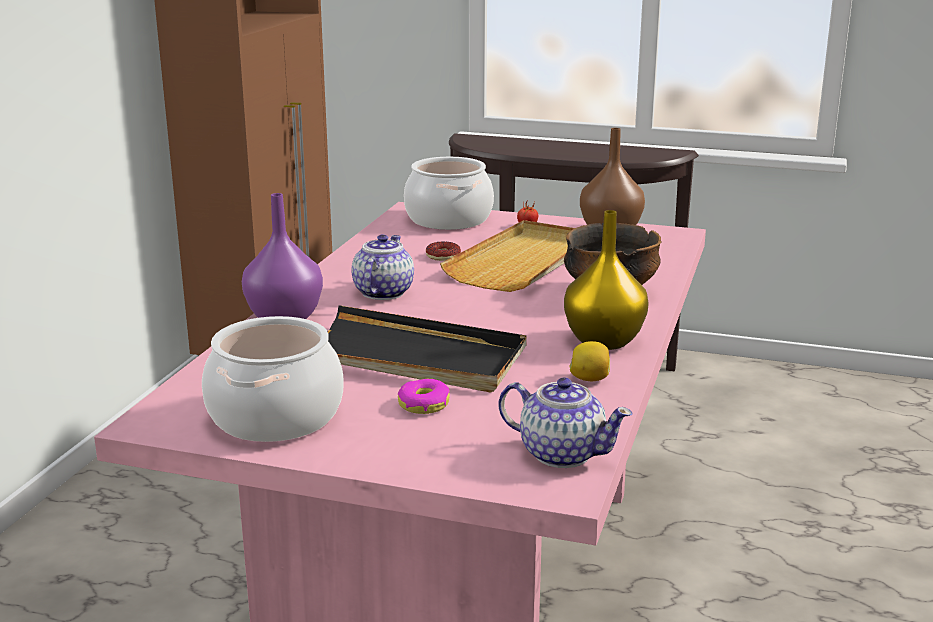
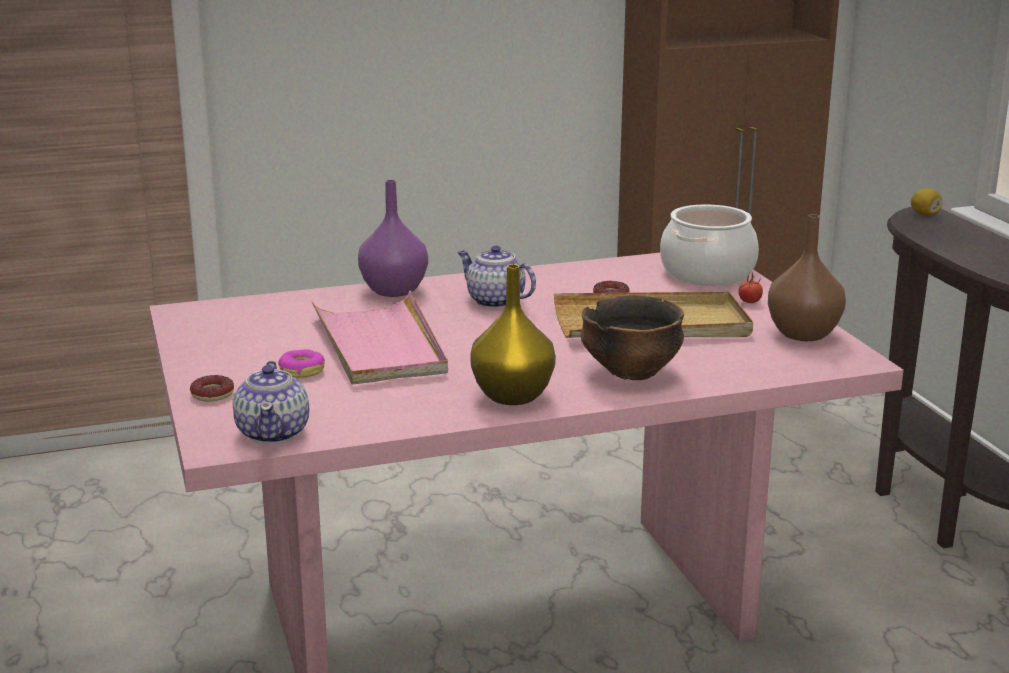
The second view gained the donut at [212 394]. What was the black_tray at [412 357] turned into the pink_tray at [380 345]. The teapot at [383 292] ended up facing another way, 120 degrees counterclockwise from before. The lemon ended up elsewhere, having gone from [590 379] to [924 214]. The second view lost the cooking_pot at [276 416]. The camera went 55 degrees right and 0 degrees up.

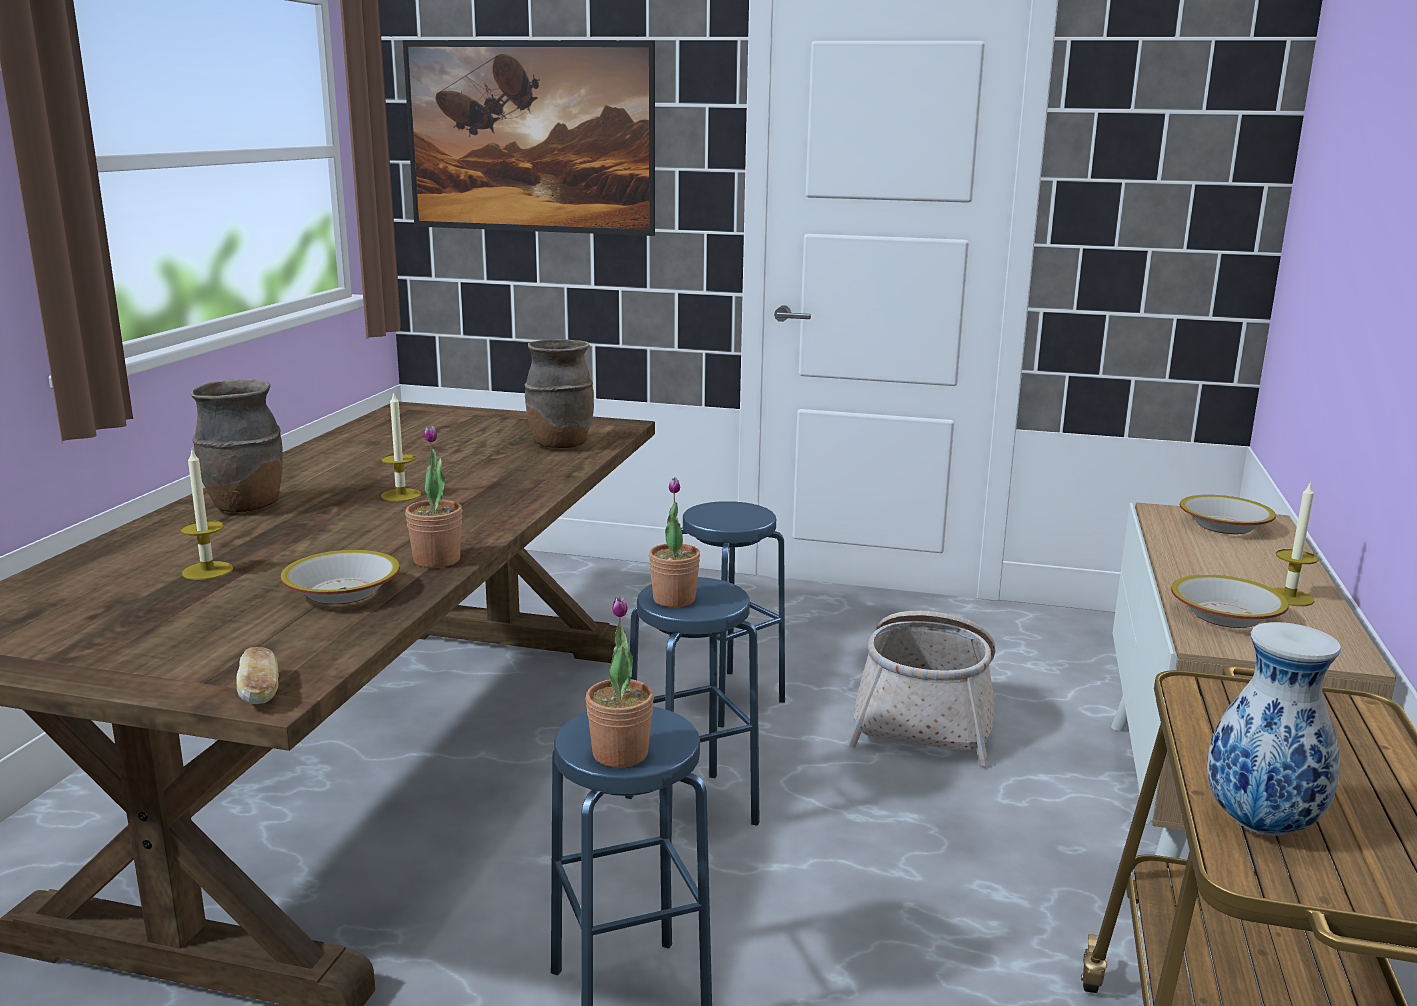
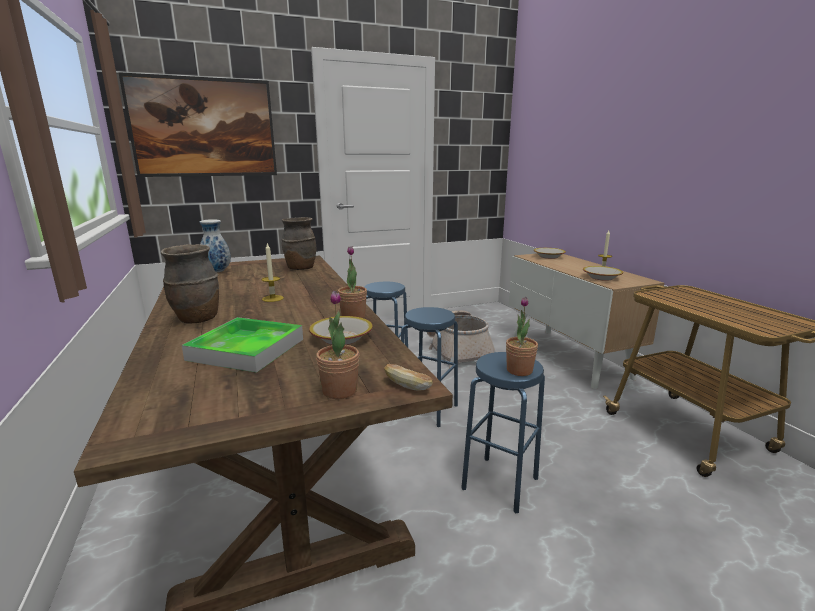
Where the candle stood at [207 571], the tray came to stand at [247 349]. The vase ended up elsewhere, having gone from [1259 825] to [216 271]. The potted_plant ended up elsewhere, having gone from [674 599] to [339 391]. The camera went 35 degrees left and 0 degrees up.

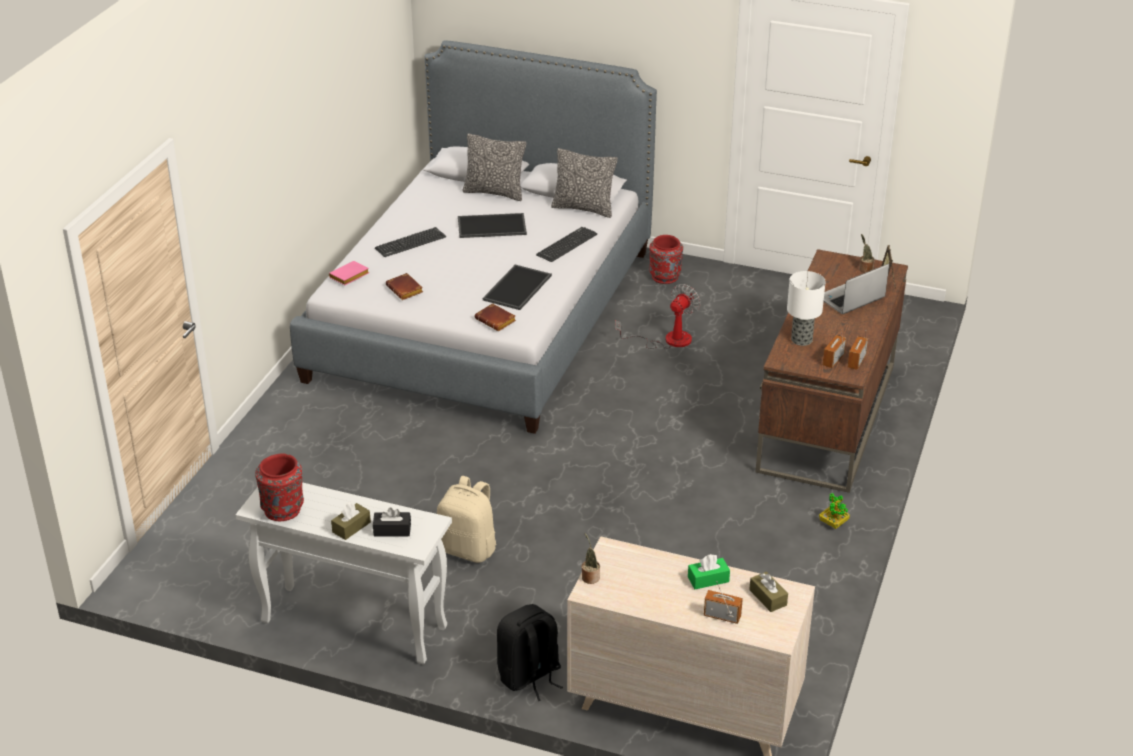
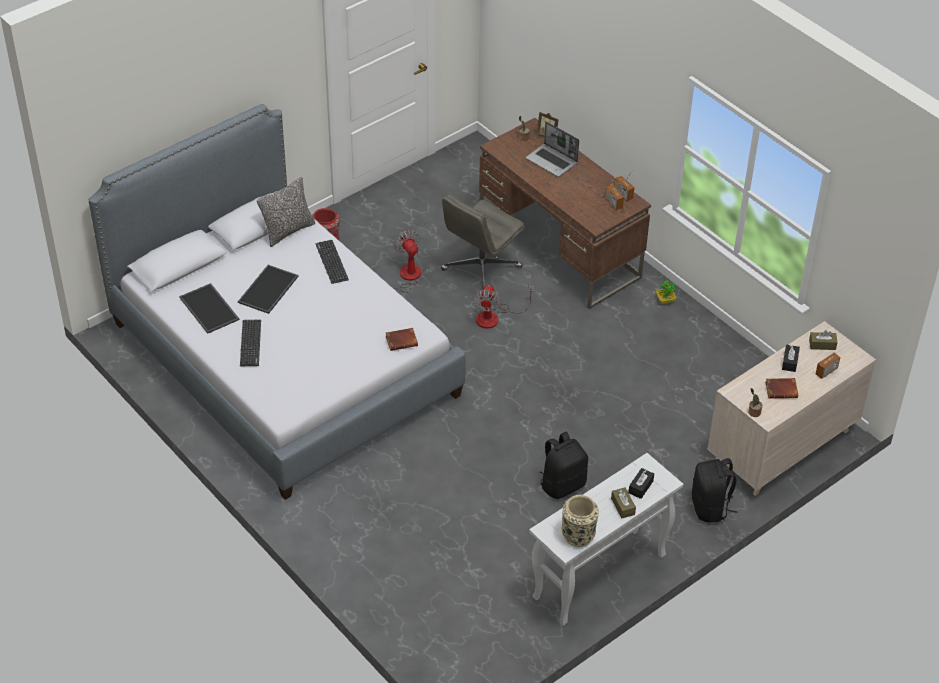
The tray ended up elsewhere, having gone from [518 288] to [210 308]. The second view gained the grey_office_chair at [481 269]. The second view gained the fan at [494 317]. The laptop at [850 299] ended up facing another way, 45 degrees counterclockwise from before. What was the beige_backpack at [468 549] turned into the black_backpack at [562 484]. What was the red_vase at [283 509] turned into the beige_vase at [578 535]. The brown_book ended up elsewhere, having gone from [406 290] to [782 390]. What was the green_tissue_box at [708 579] turned into the black_tissue_box at [790 362]. The second view lost the pink_book at [349 277]. The second view lost the pillow at [494 192]. The second view lost the table_lamp at [802 339]. The camera went 60 degrees left and 10 degrees up.

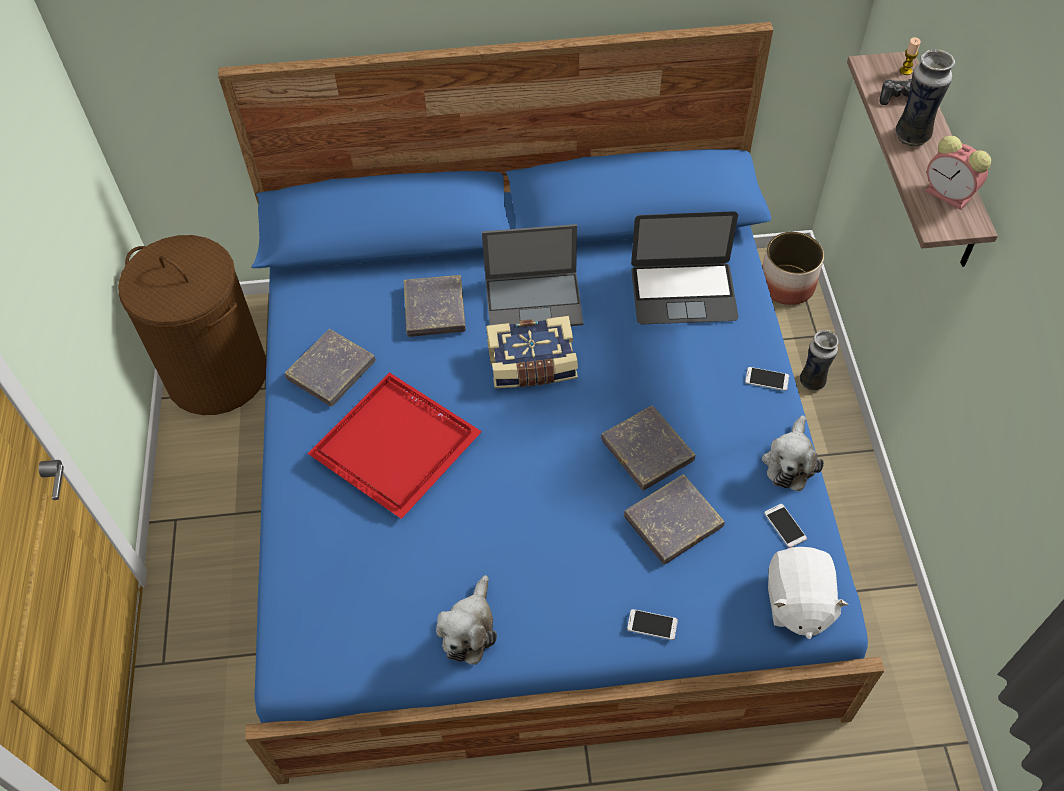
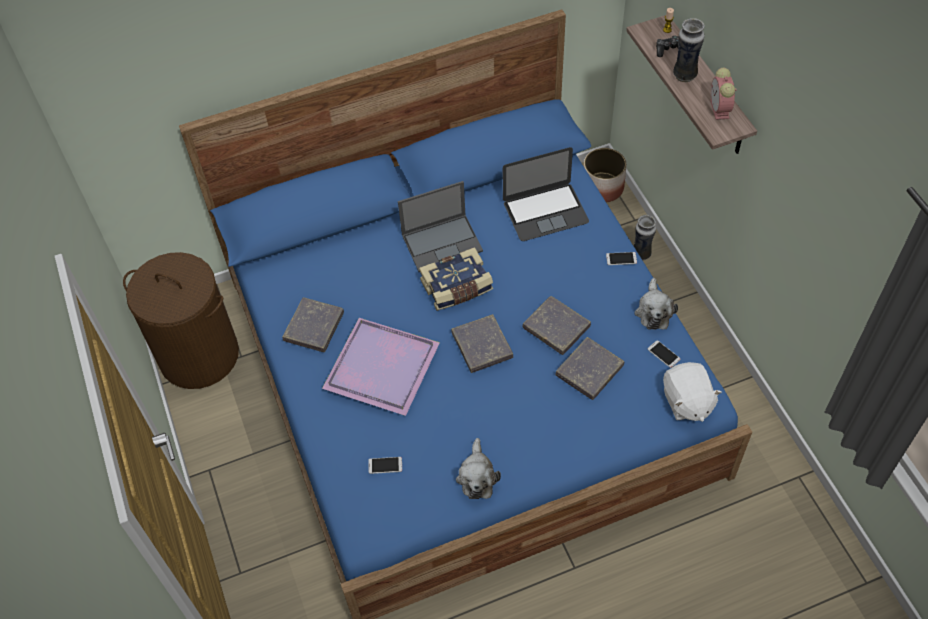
What was the red_tray at [399 445] turned into the purple_tray at [384 366]. The phone ended up elsewhere, having gone from [652 624] to [385 465]. The grey_book ended up elsewhere, having gone from [434 309] to [482 346]. The alarm_clock at [950 195] ended up facing another way, 60 degrees clockwise from before. The camera went 15 degrees left and 0 degrees up.

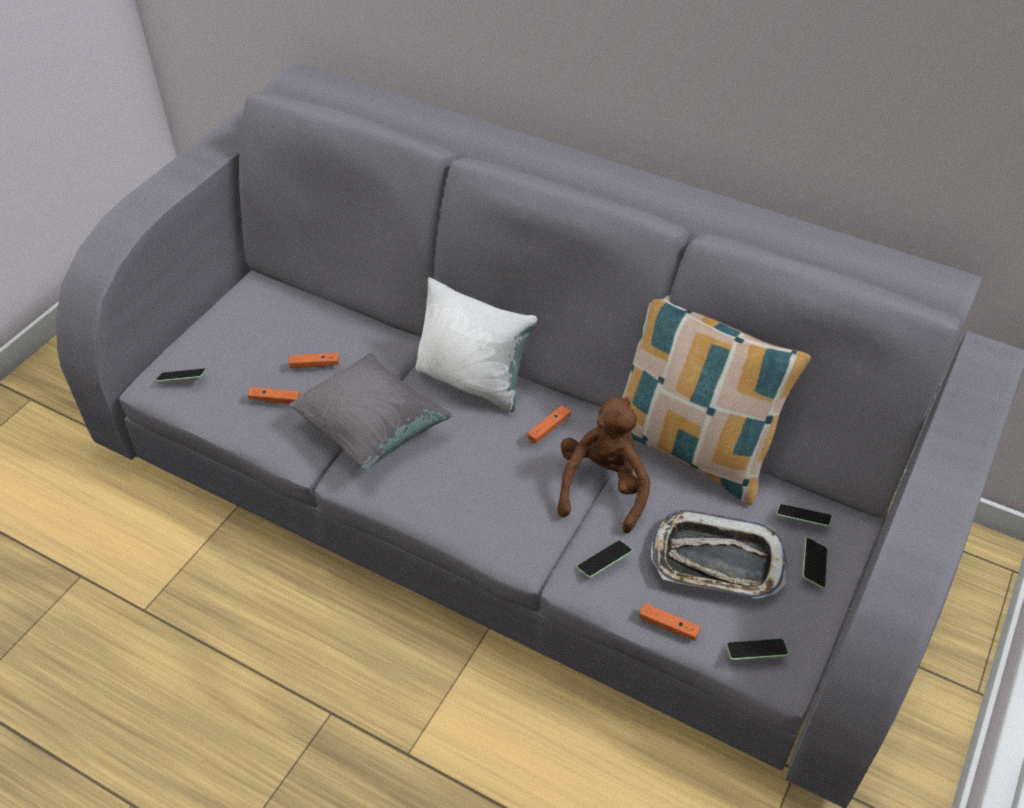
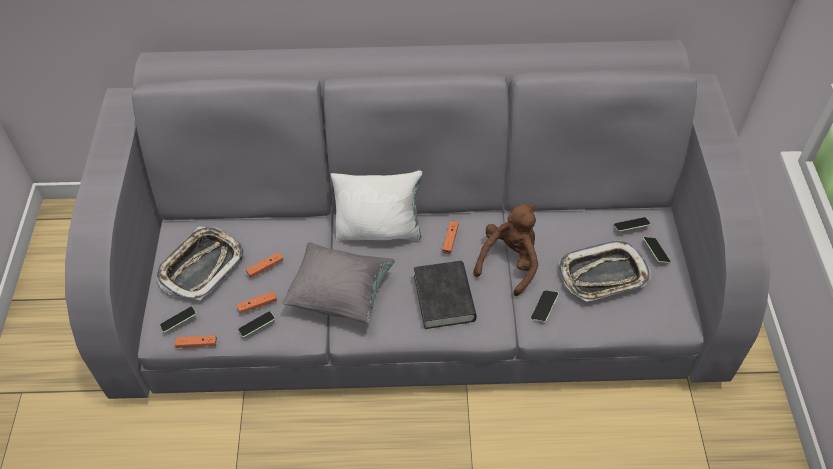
The second view gained the tray at [201 266]. The orange_game_controller ended up elsewhere, having gone from [668 626] to [197 344]. The phone ended up elsewhere, having gone from [755 653] to [257 327]. The second view gained the black_book at [444 298]. The brown_plush_toy at [603 488] ended up facing another way, 45 degrees clockwise from before. The second view lost the pillow at [689 450]. The camera went 30 degrees left and 5 degrees up.

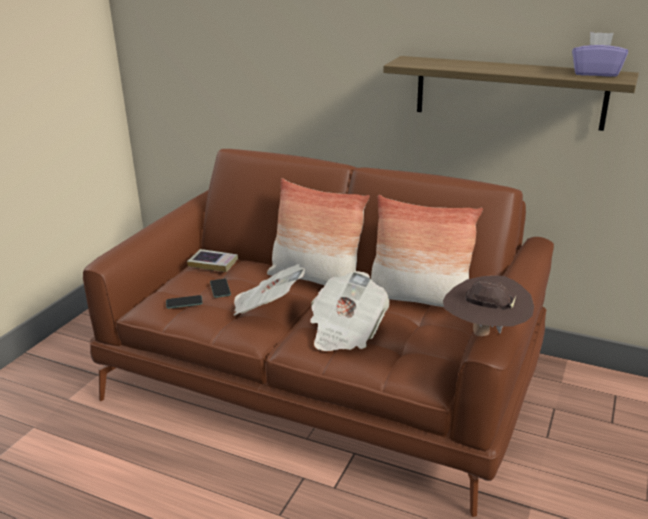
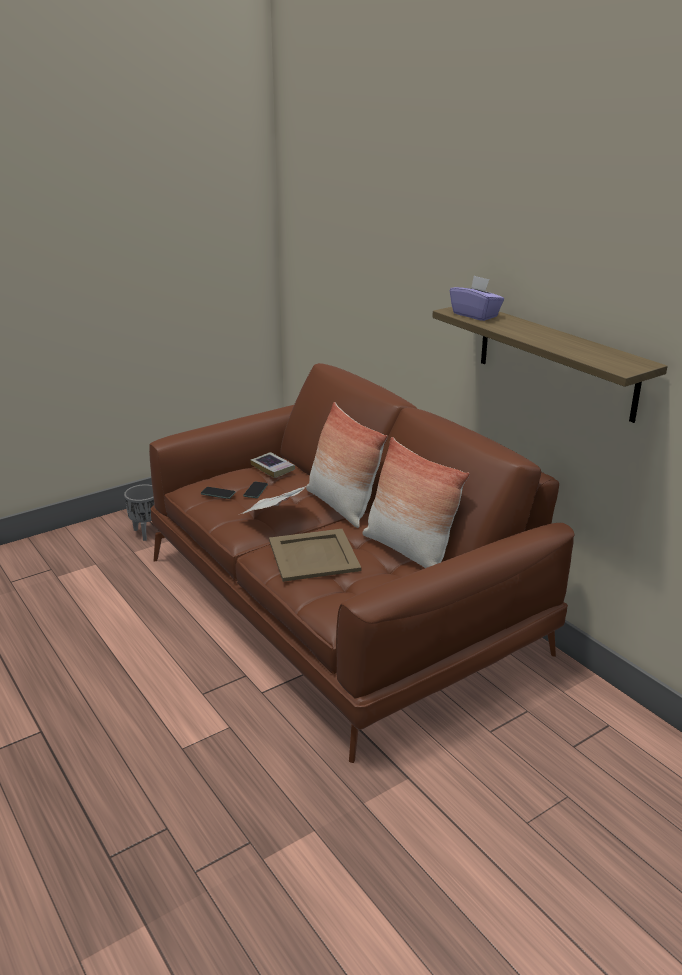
The second view gained the grey_planter at [147 533]. Where the newspaper stood at [346 331], the beige_tray came to stand at [313 556]. The purple_tissue_box ended up elsewhere, having gone from [595 73] to [475 315]. The second view lost the brown_hat at [484 333]. The camera went 30 degrees right and 0 degrees up.

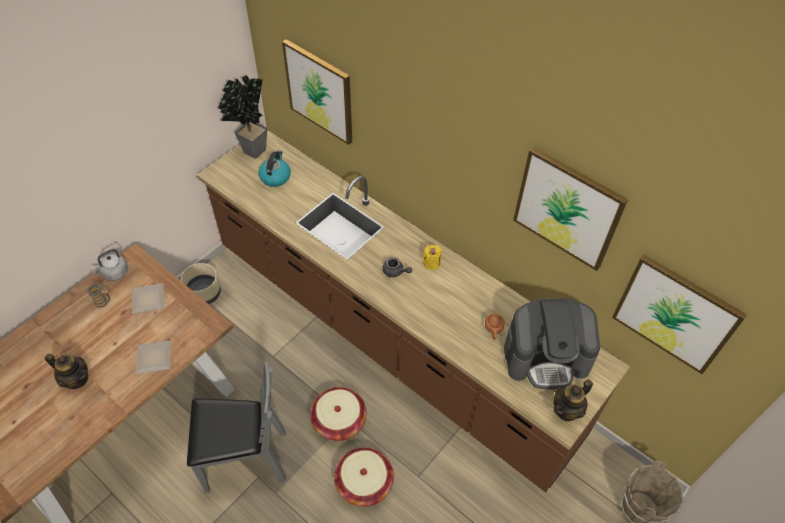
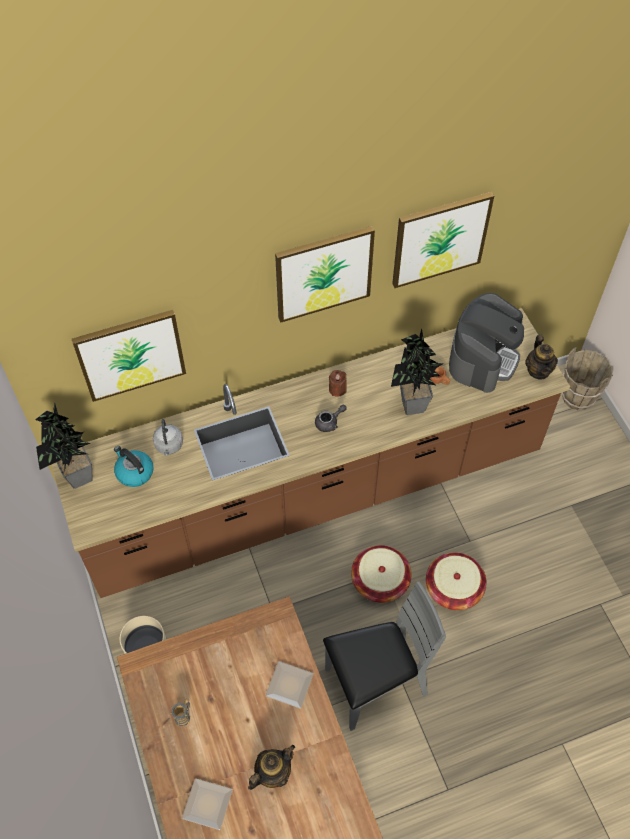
The grey_kettle ended up elsewhere, having gone from [114 273] to [169 446]. The plate ended up elsewhere, having gone from [149 300] to [209 803]. The picture ended up elsewhere, having gone from [675 313] to [323 273]. The grey_chair at [245 459] ended up facing another way, 45 degrees clockwise from before. What was the yellow_candle at [431 263] turned into the brown_candle at [337 389]. The second view gained the potted_plant at [411 409]. The camera went 60 degrees left and 5 degrees up.

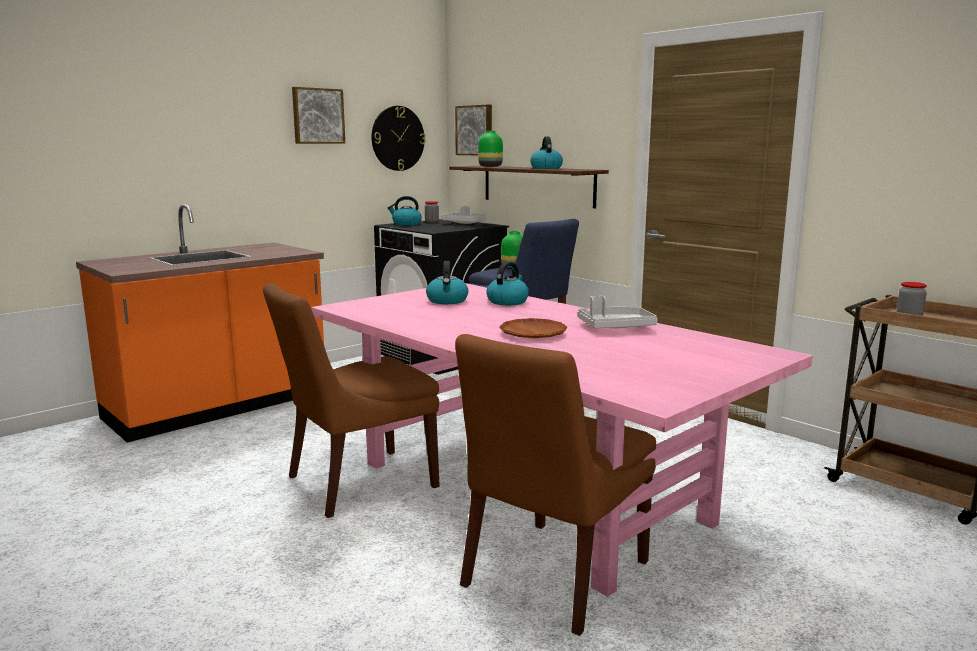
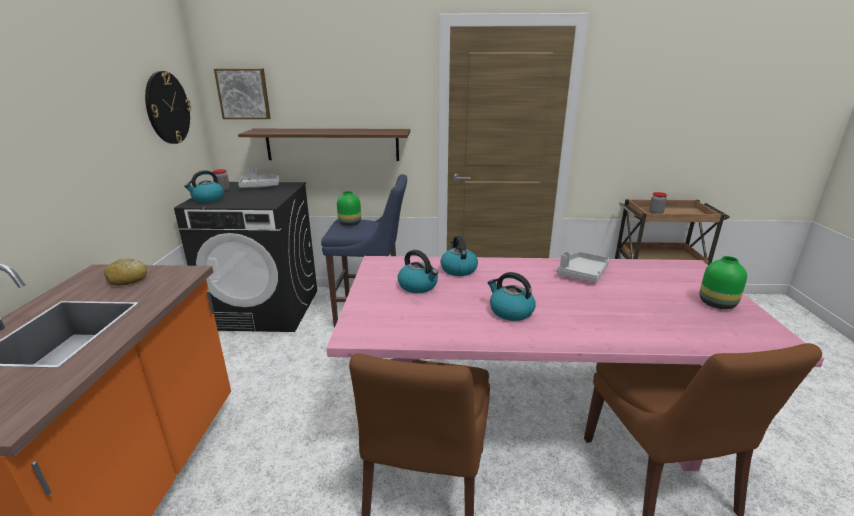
The second view gained the bread at [128 279]. The kettle ended up elsewhere, having gone from [546 168] to [510 311]. The green_vase ended up elsewhere, having gone from [491 166] to [717 303]. The second view lost the picture at [317 116]. The second view lost the brown_plate at [533 333]. The camera went 45 degrees left and 10 degrees up.

